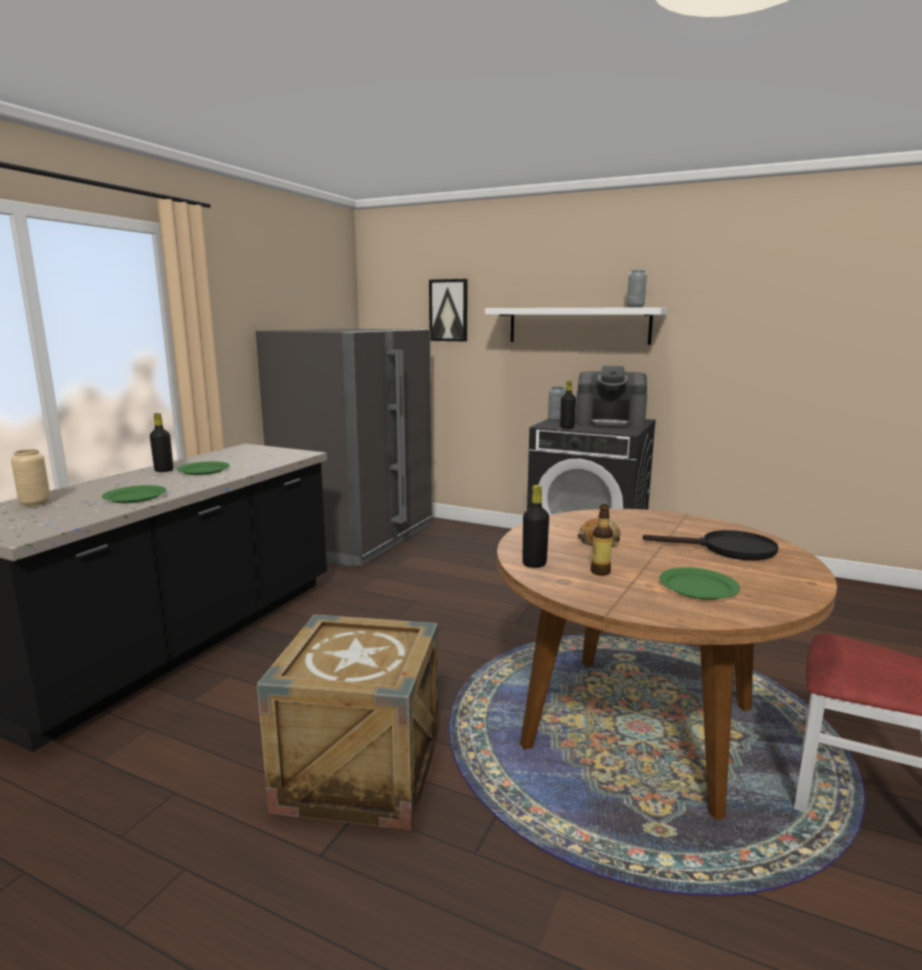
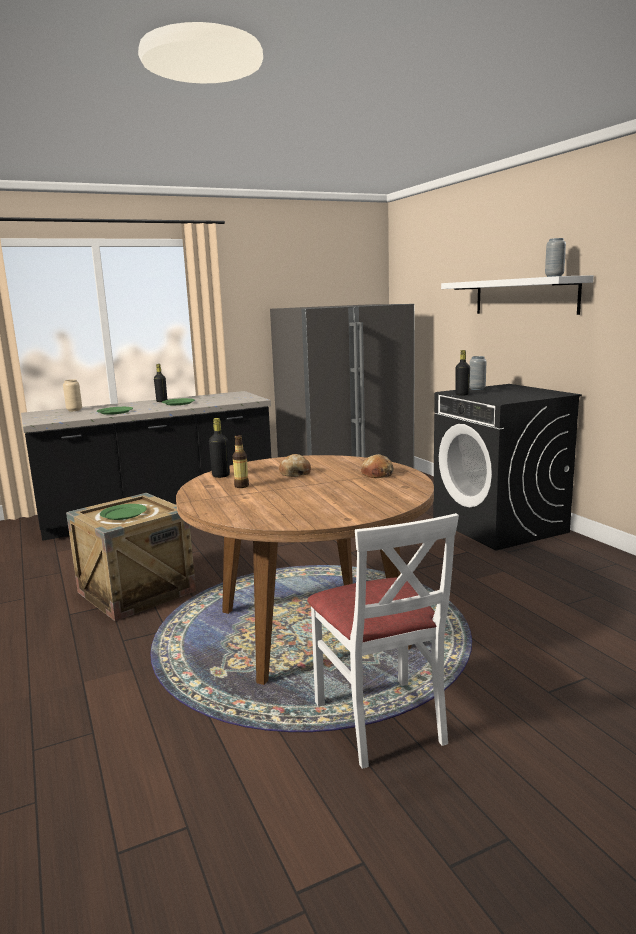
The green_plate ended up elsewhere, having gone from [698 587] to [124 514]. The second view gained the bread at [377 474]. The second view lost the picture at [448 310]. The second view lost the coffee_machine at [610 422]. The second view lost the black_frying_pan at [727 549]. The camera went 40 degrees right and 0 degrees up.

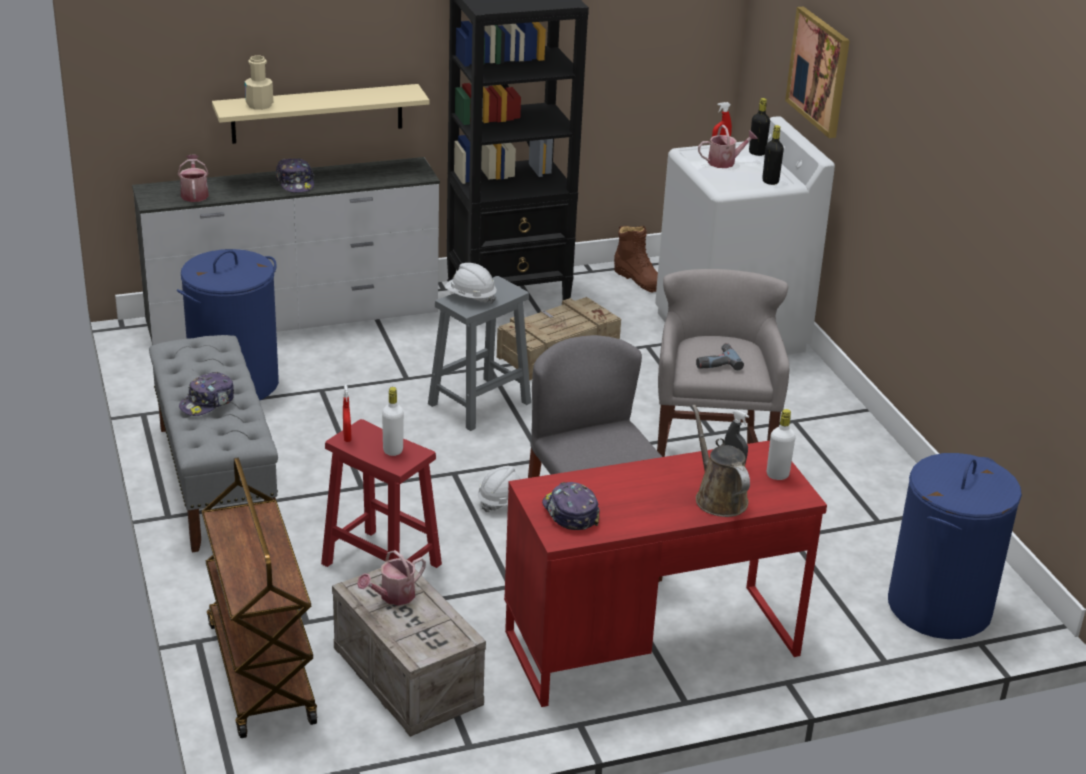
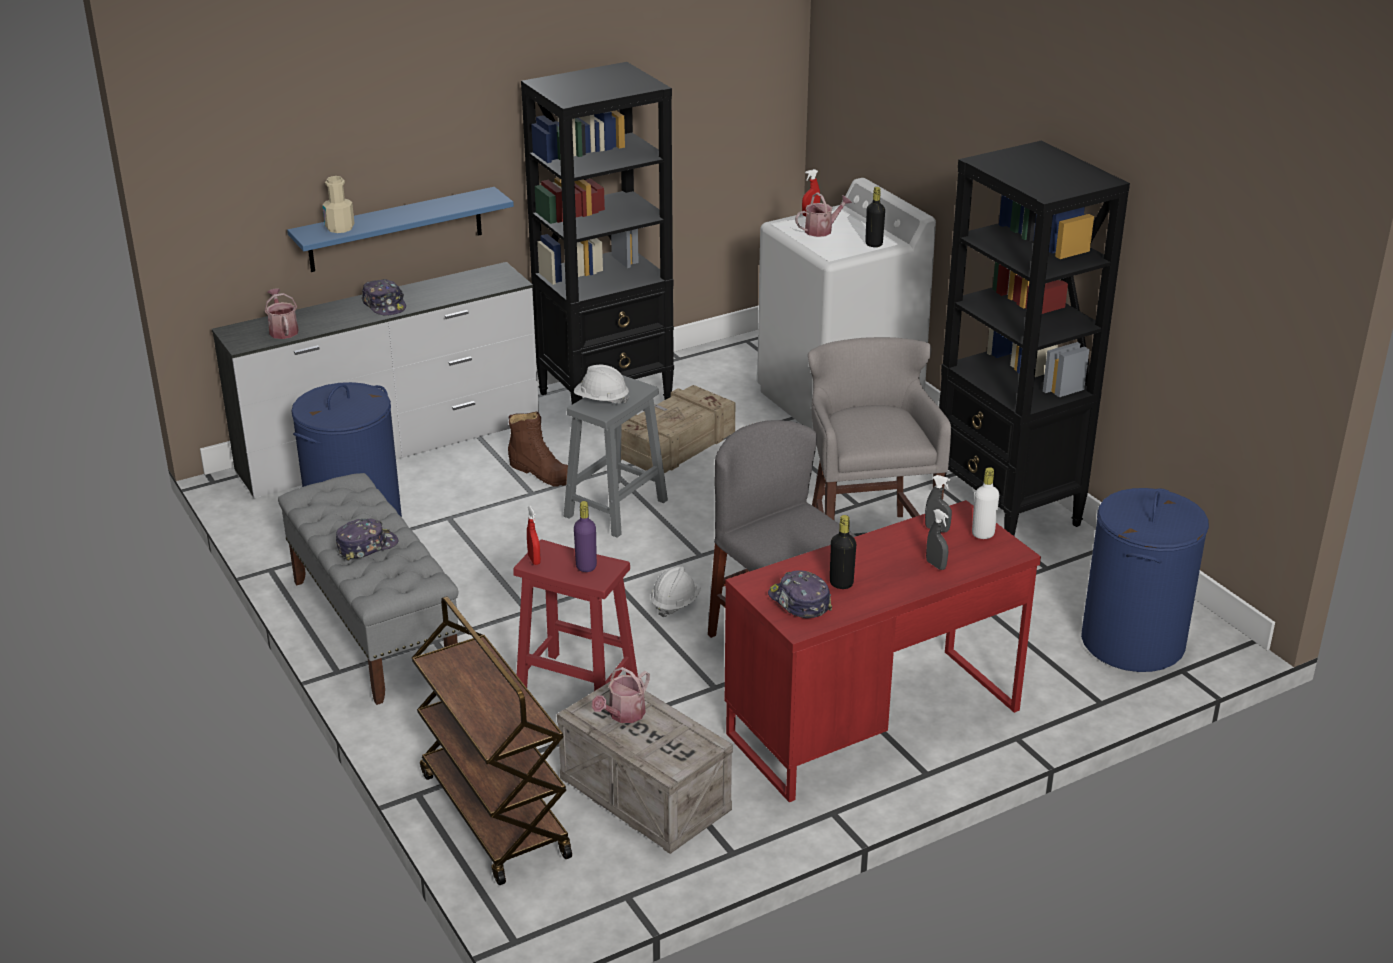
What was the beige_shelf at [317 113] turned into the blue_shelf at [395 230]. The cap at [208 402] ended up facing another way, 150 degrees counterclockwise from before. The brown_boot ended up elsewhere, having gone from [640 279] to [540 472]. What was the white_bottle at [393 450] turned into the purple_bottle at [586 566]. The black_bottle ended up elsewhere, having gone from [757 153] to [841 583]. Where the brown_watering_can stood at [718 498], the grey_spray_bottle came to stand at [936 565]. The second view gained the black_bookcase at [1007 511]. The second view lost the power_drill at [715 362]. The second view lost the picture at [819 71]. The camera went 10 degrees left and 0 degrees up.

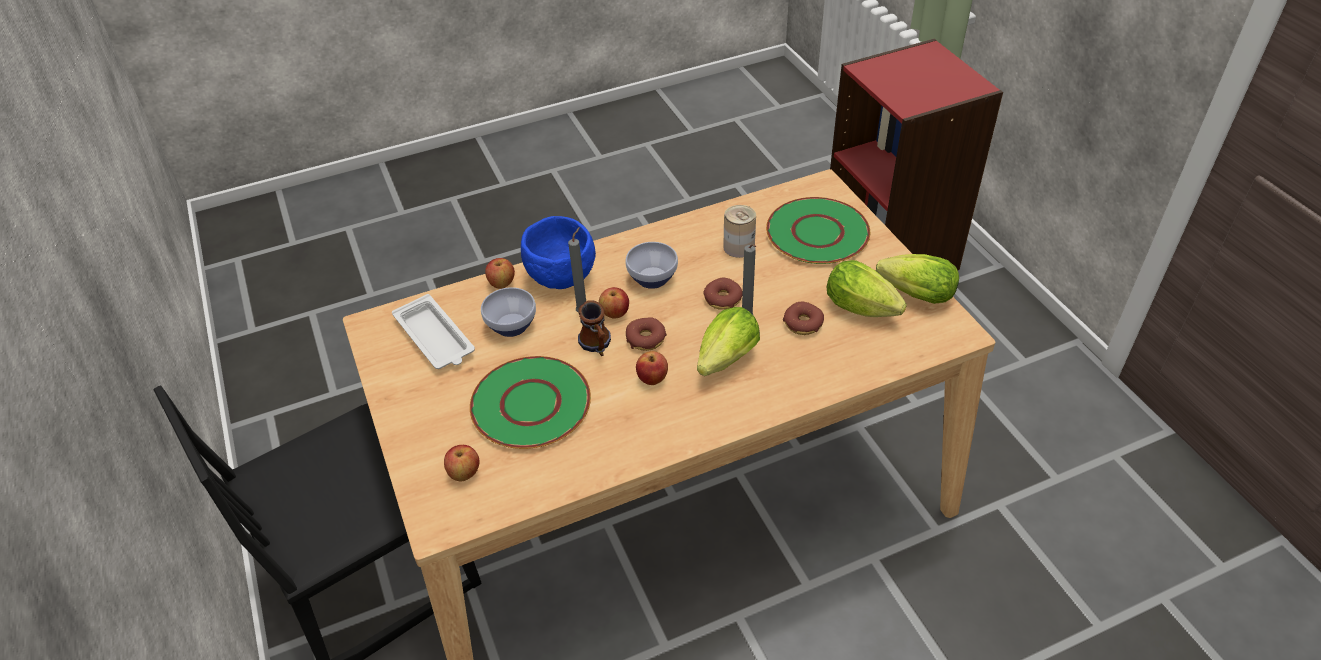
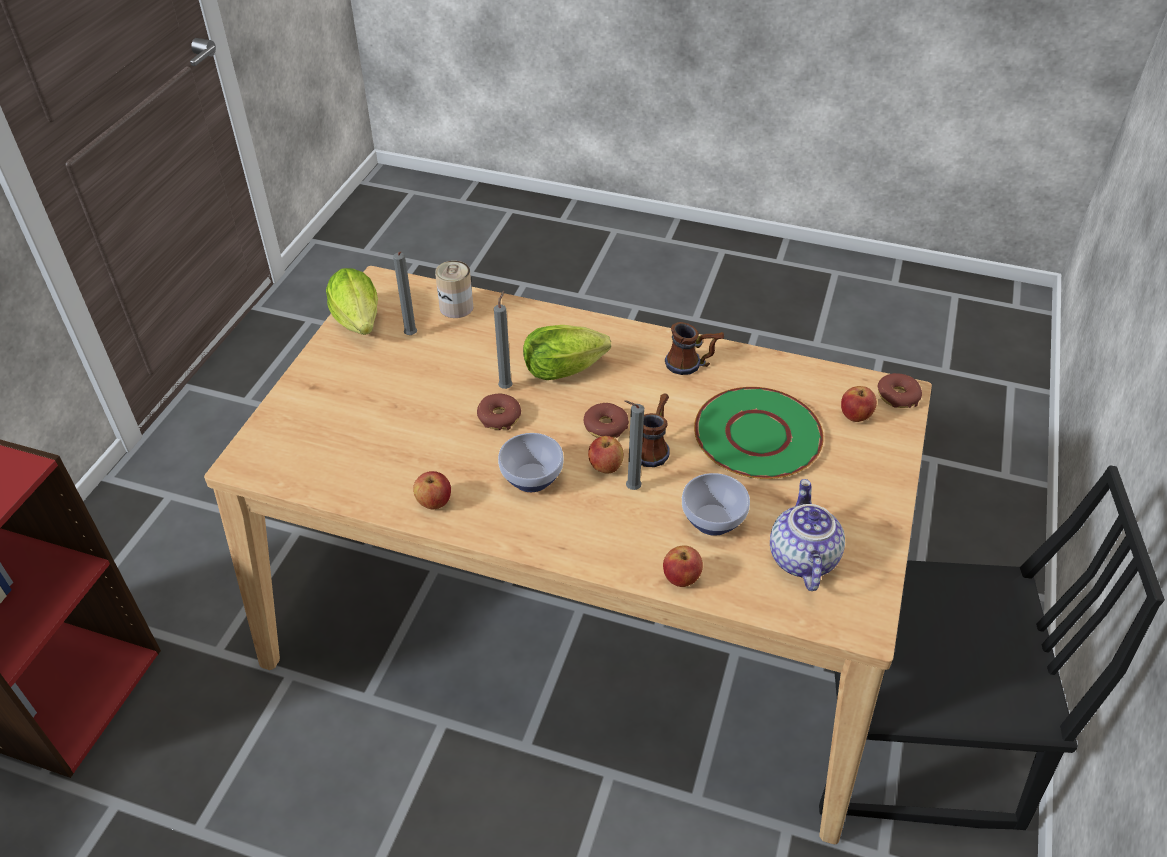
Where the lettuce stood at [865 310], the grey_candle came to stand at [411 336]. The apple ended up elsewhere, having gone from [652 379] to [434 502]. The can ended up elsewhere, having gone from [739 247] to [456 307]. The second view gained the mug at [692 365]. Where the white_tray stood at [435 338], the teapot came to stand at [800 558]. The donut ended up elsewhere, having gone from [803 323] to [897 396]. The second view lost the blue_bowl at [559 277]. The second view lost the green_plate at [817 233]. The camera went 140 degrees left and 0 degrees up.

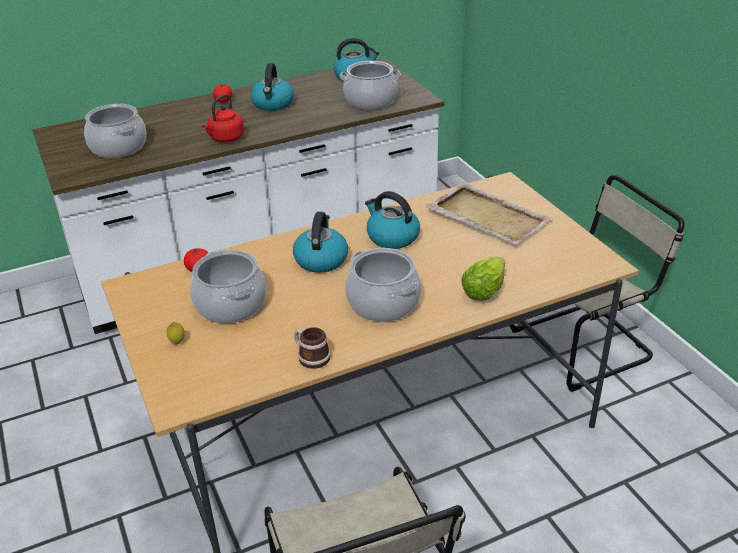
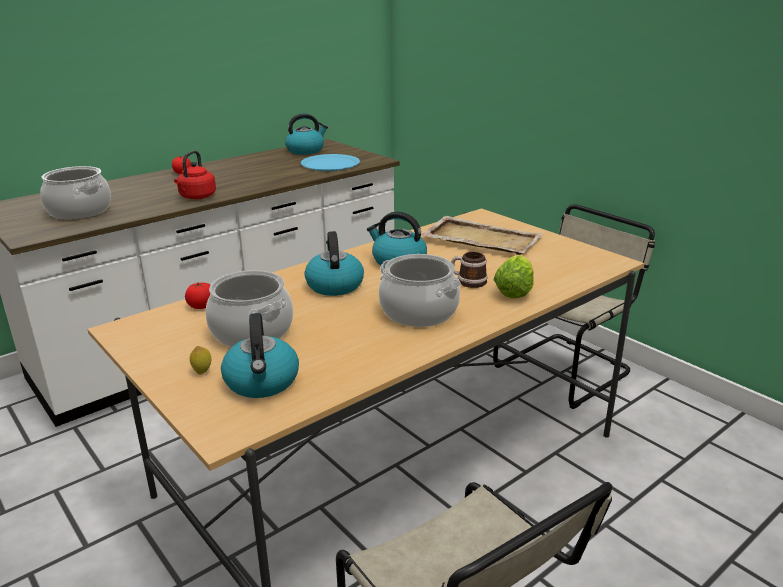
The kettle ended up elsewhere, having gone from [273 104] to [262 382]. Where the cooking_pot stood at [370 100], the blue_plate came to stand at [330 164]. The mug ended up elsewhere, having gone from [311 356] to [468 281]. The camera went 15 degrees left and 10 degrees down.

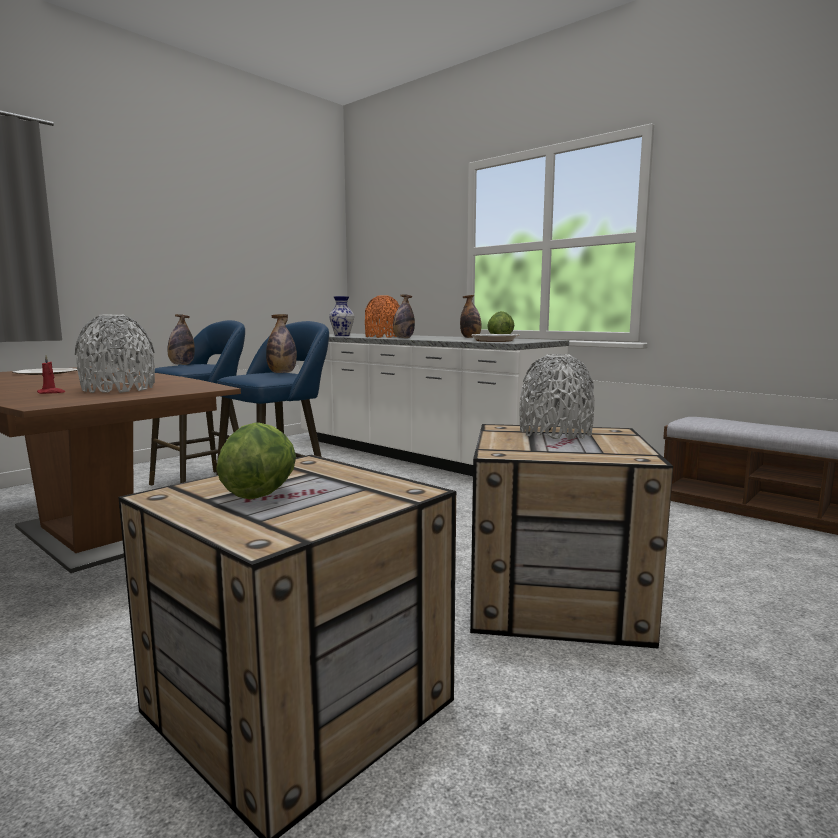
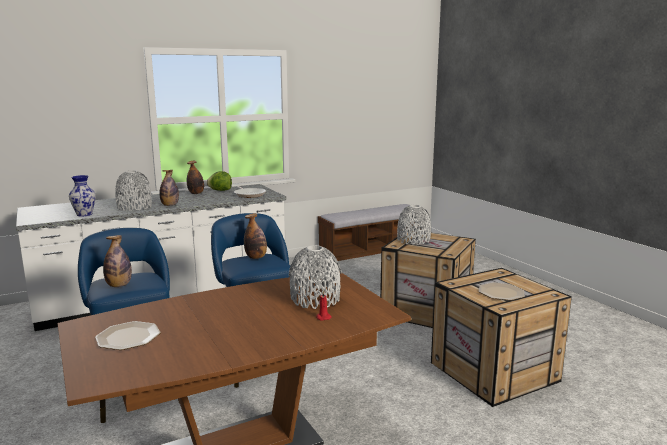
What was the orange_vase at [383 337] turned into the grey_vase at [134 207]. Where the lettuce stood at [260 494], the plate came to stand at [501 293]. The camera went 70 degrees left and 5 degrees up.

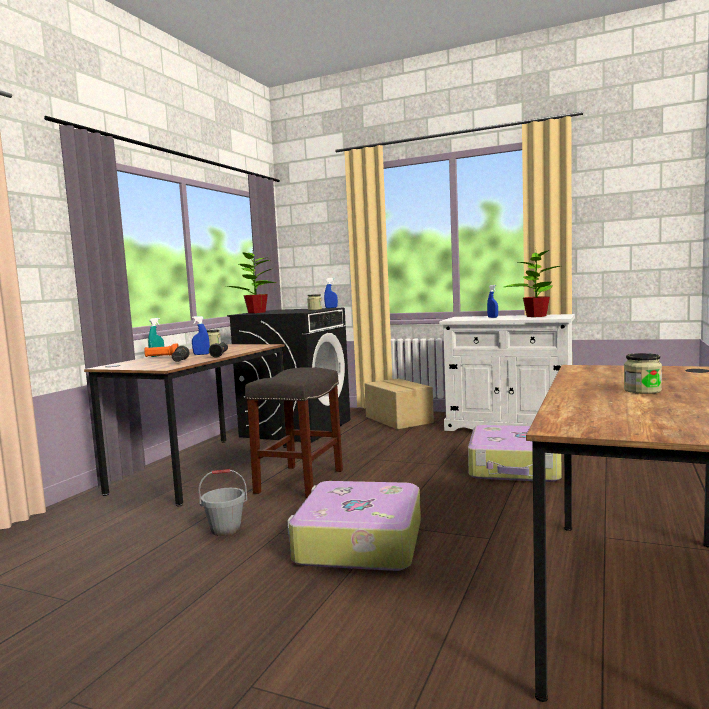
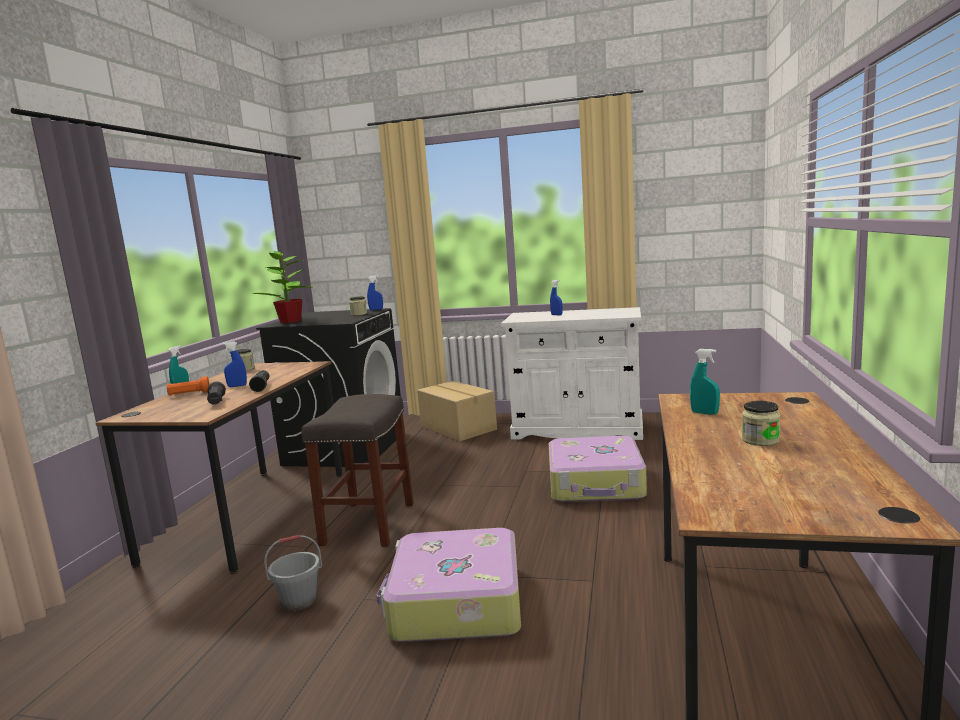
The second view gained the turquoise_spray_bottle at [704 413]. The second view lost the potted_plant at [536 316]. The camera went 10 degrees left and 5 degrees up.

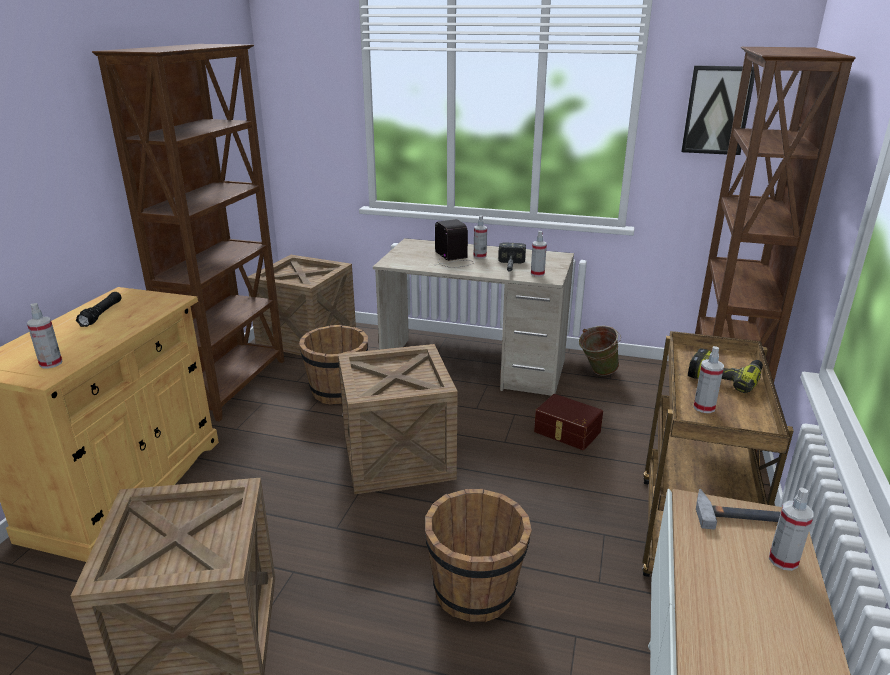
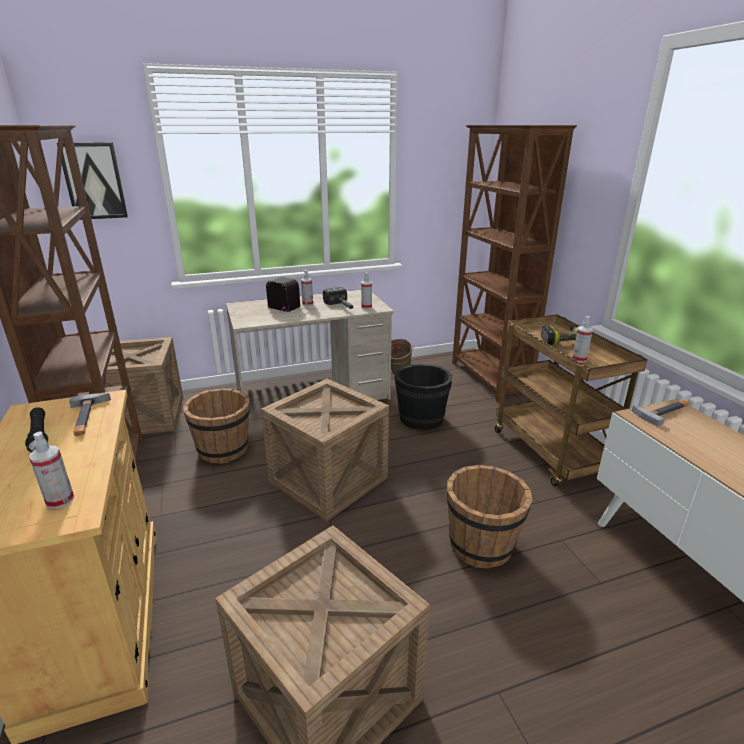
The picture ended up elsewhere, having gone from [717 110] to [94 181]. The second view gained the hammer at [87 417]. Where the brown_storage_box stood at [566 432], the black_bucket came to stand at [421 419]. The second view lost the spray_bottle at [783 560]. The camera went 35 degrees left and 0 degrees up.

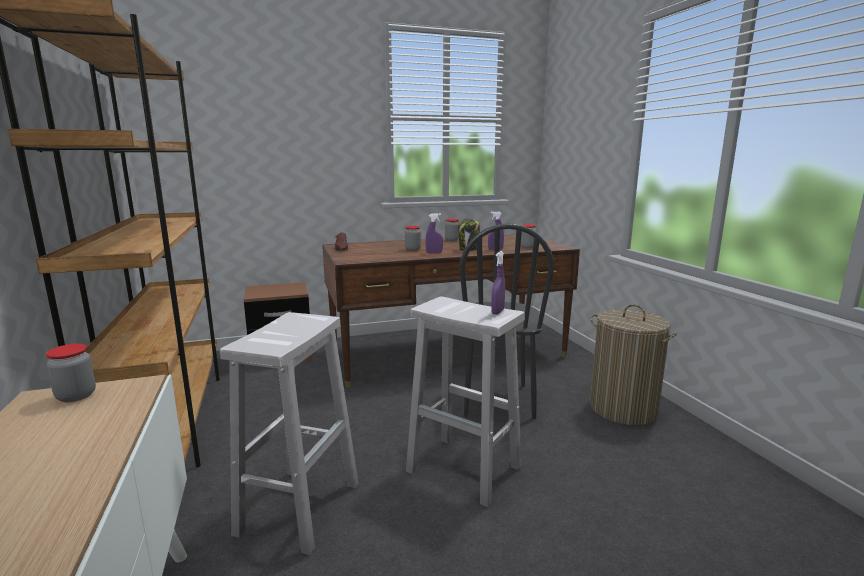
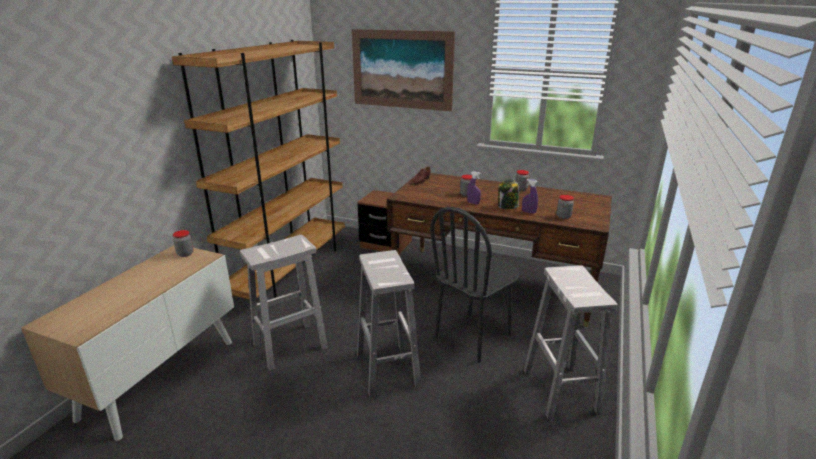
The second view gained the picture at [402 69]. Where the laundry_basket stood at [622 408], the white_stool came to stand at [559 389]. The second view lost the purple_spray_bottle at [497 312]. The camera went 40 degrees right and 10 degrees up.

